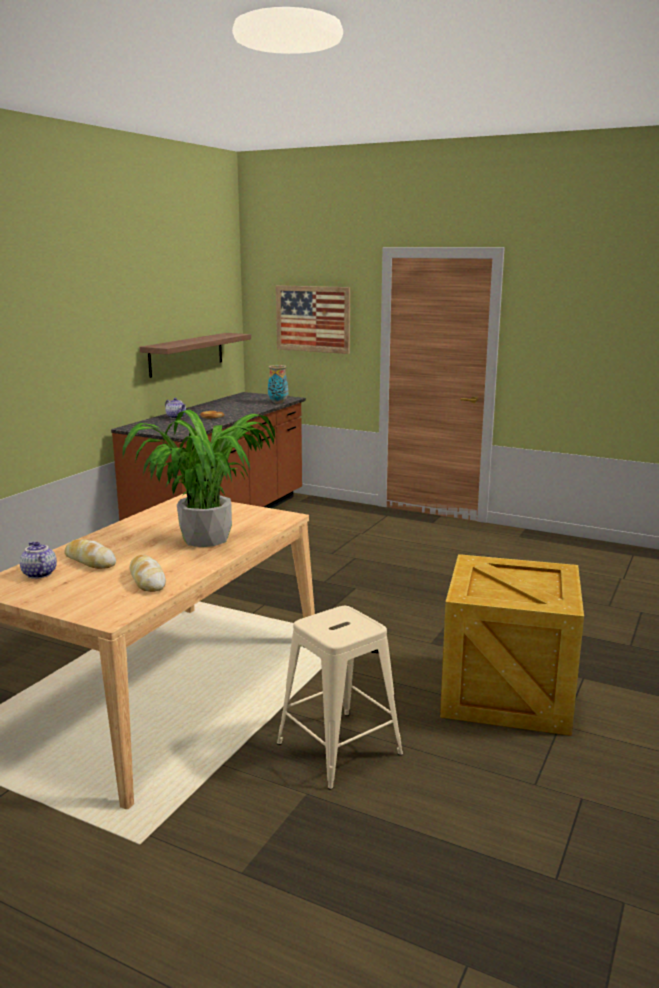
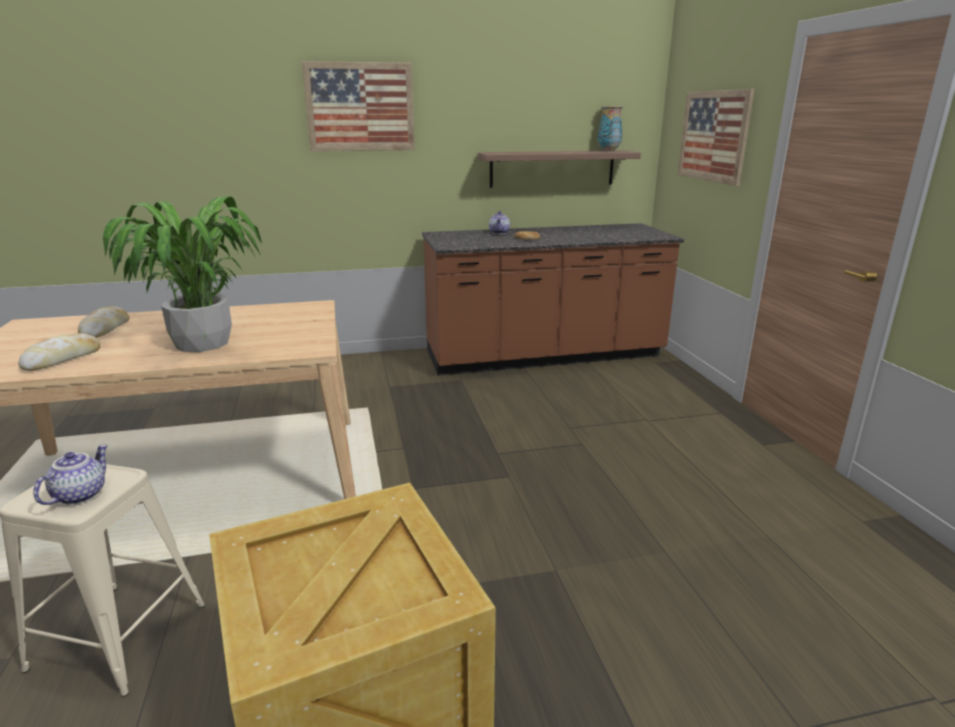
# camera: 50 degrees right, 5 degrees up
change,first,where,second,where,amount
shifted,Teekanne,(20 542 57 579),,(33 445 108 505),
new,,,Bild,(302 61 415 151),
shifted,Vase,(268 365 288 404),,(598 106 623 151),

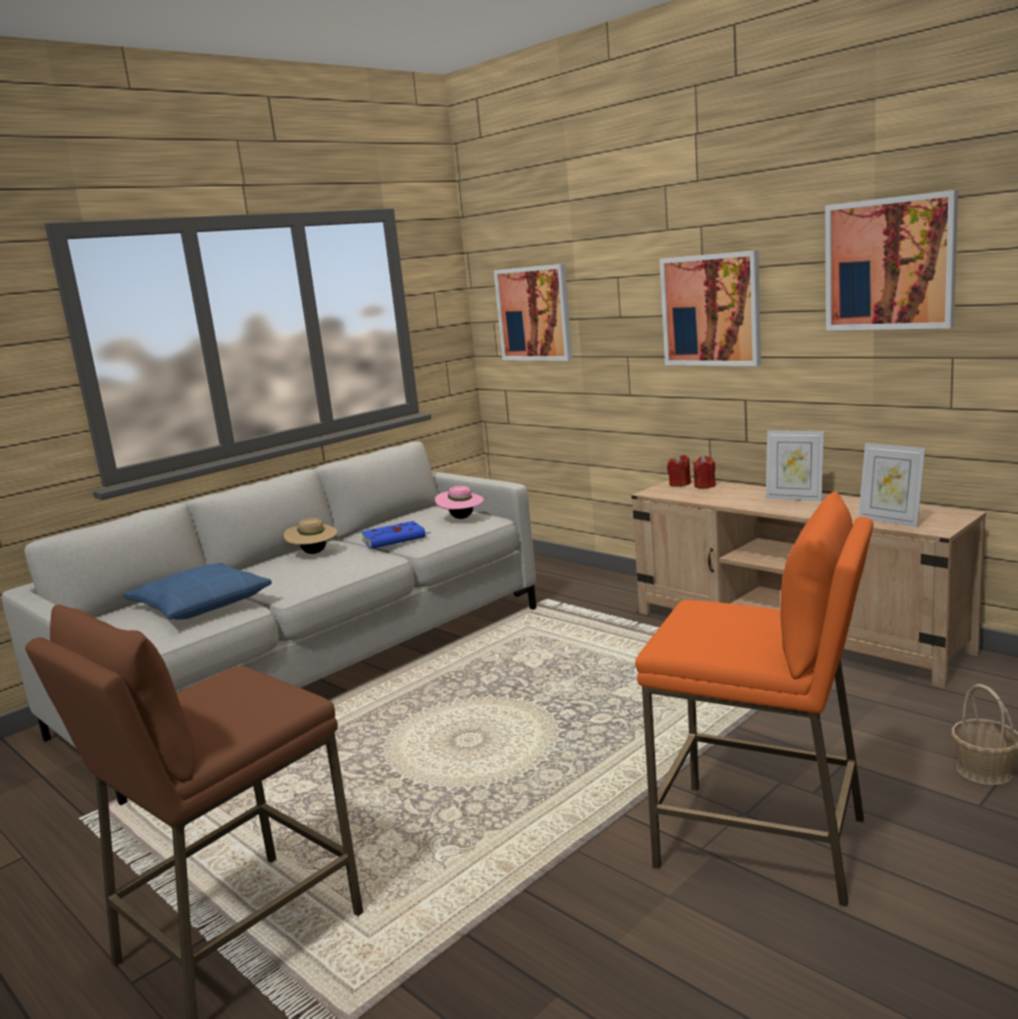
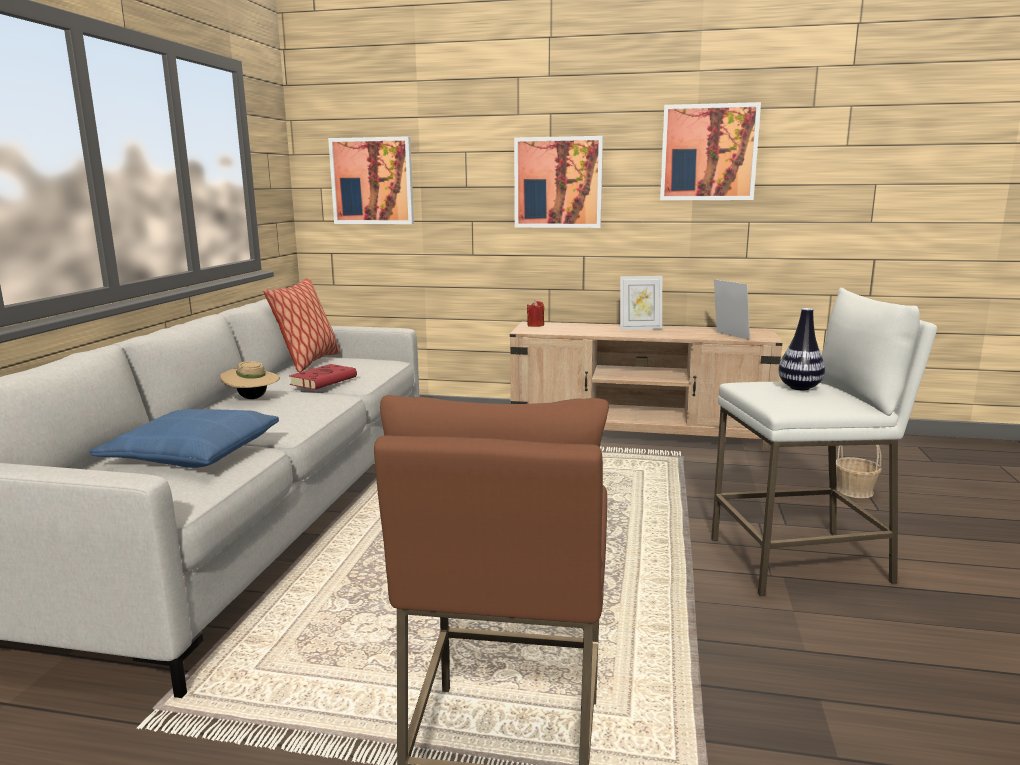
# camera: 35 degrees left, 0 degrees up
change,first,where,second,where,amount
new,,,Kissen,(263 278 340 372),
repainted,Buch [blau],(361 521 430 549),Buch [rot],(289 364 357 390),
repainted,Hocker [orange],(635 492 873 906),Hocker [weiß],(711 288 937 596),
rotated,Bilderrahmen,(858 443 925 527),,(714 279 750 340),135 degrees counterclockwise
new,,,Vase,(778 308 825 390),
gone,Hut [rosa],(435 486 484 519),,,
gone,Kerze [rot],(693 456 716 488),,,

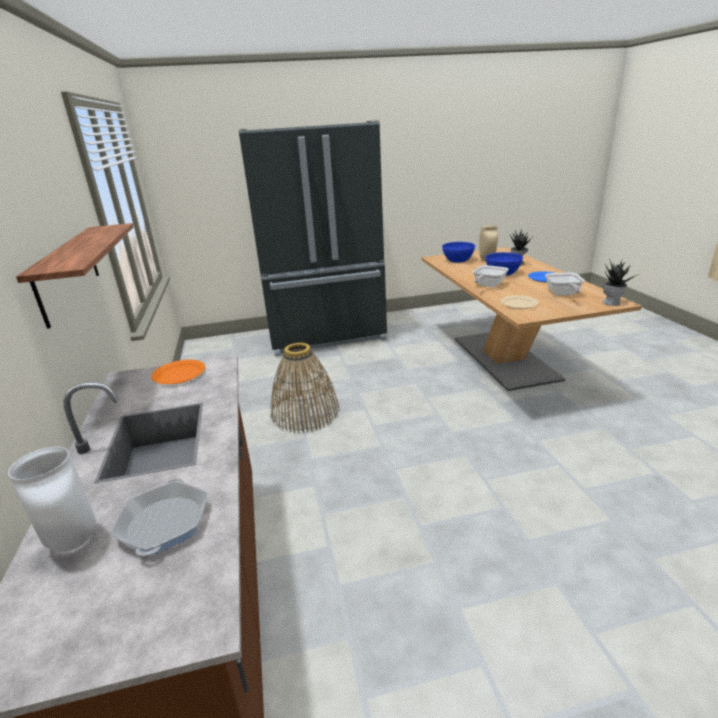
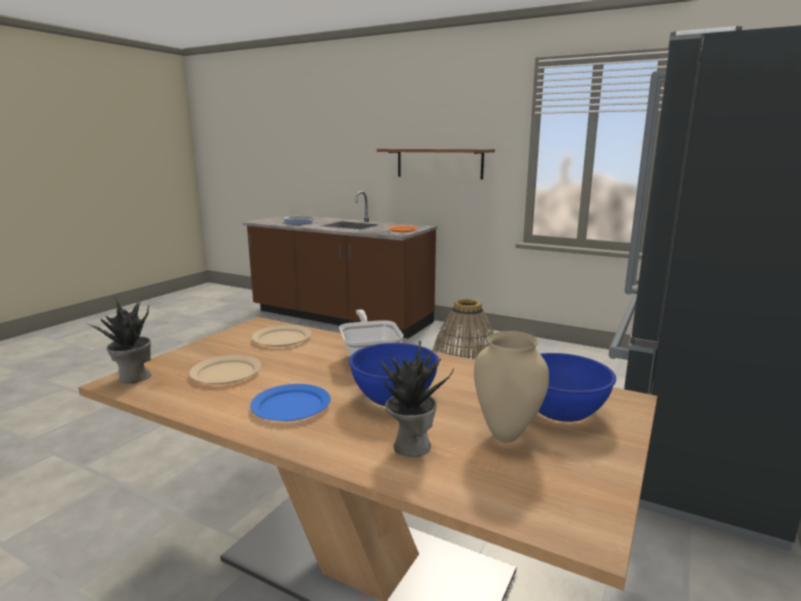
# camera: 130 degrees right, 10 degrees down
change,first,where,second,where,amount
swapped,Pfanne,(545 272 585 296),Teller [beige],(189 355 261 384),
gone,Vase [weiß],(8 447 96 552),,,

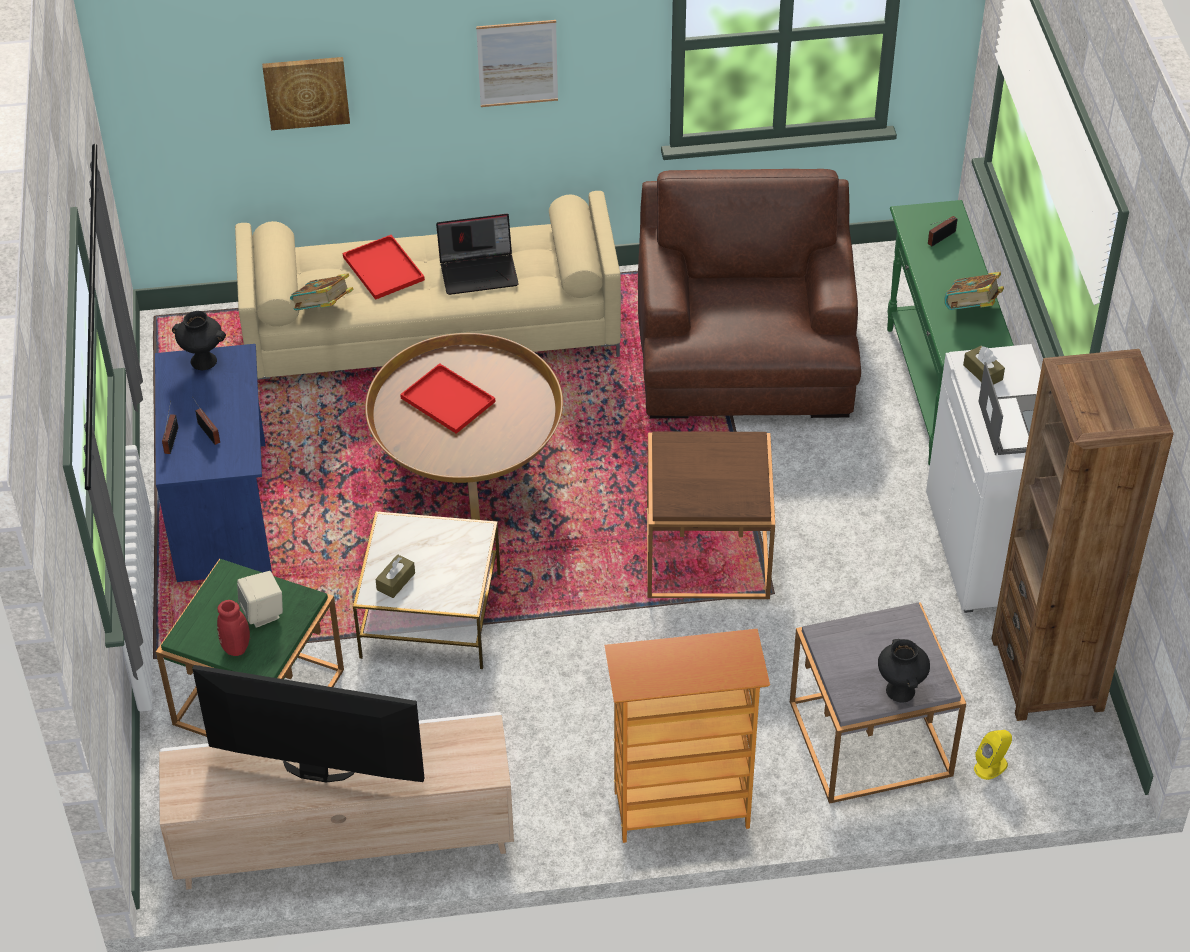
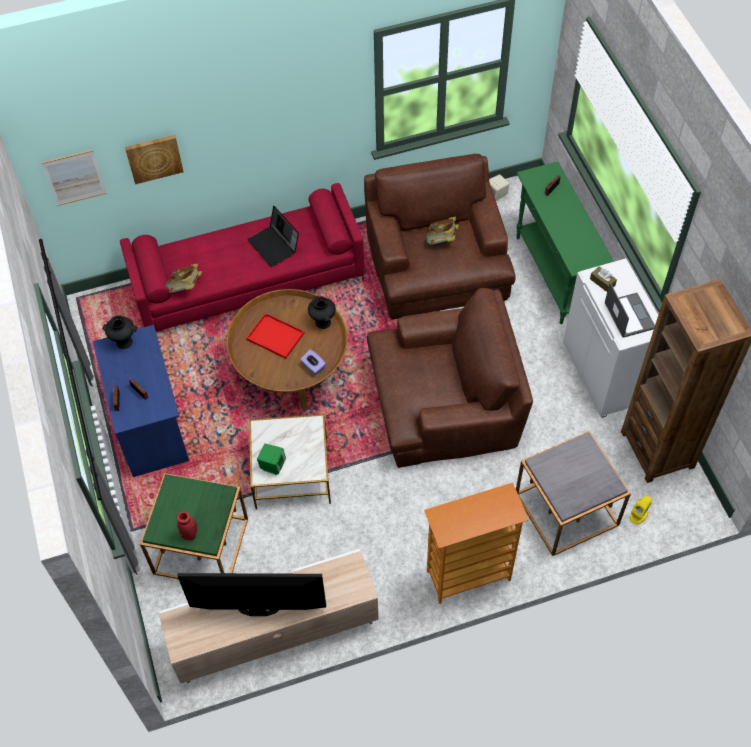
# camera: 10 degrees left, 10 degrees up
change,first,where,second,where,amount
shifted,Bild,(476 20 558 107),,(42 150 107 206),
repainted,Sofa [beige],(235 191 621 380),Sofa [rot],(120 183 365 332),
rotated,Laptop,(436 214 519 295),,(247 206 299 267),75 degrees clockwise
swapped,Taschentuchbox [braun],(375 554 415 598),Lautsprecher [grün],(257 444 286 475),
new,,,Taschentuchbox [lila],(300 349 326 375),
shifted,Vase [schwarz],(878 639 930 703),,(308 296 336 329),
swapped,Beistelltisch [braun],(647 431 775 599),Sessel [braun],(367 288 533 468),
shifted,Buch,(944 272 1004 310),,(426 216 459 245),
shifted,Lautsprecher [beige],(237 571 283 628),,(489 174 510 203),
gone,Tablett [rot],(343 235 425 300),,,

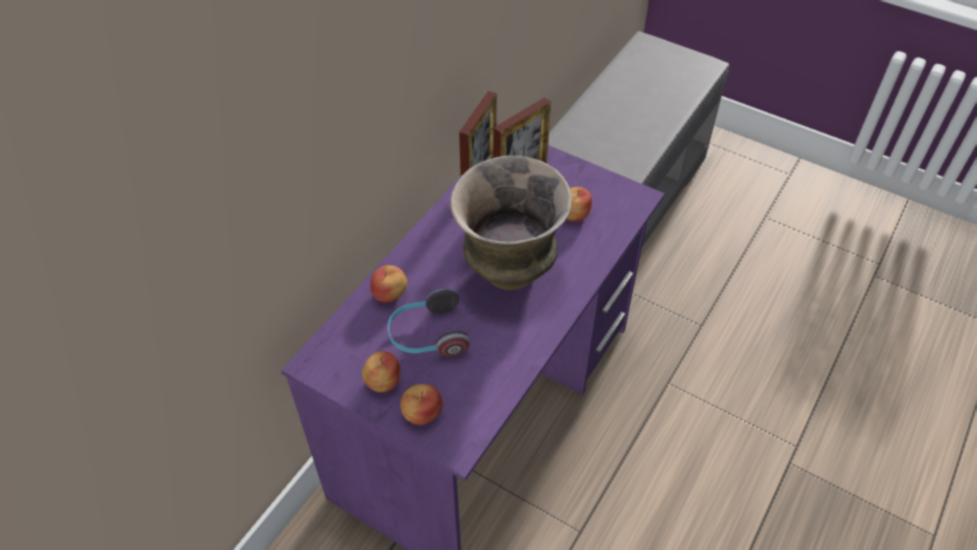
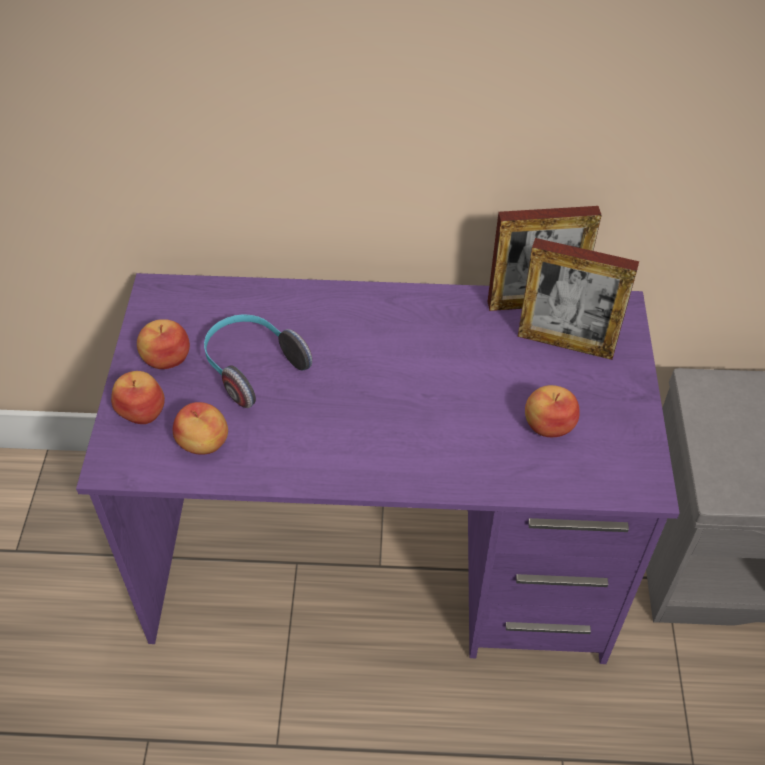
# camera: 60 degrees right, 0 degrees up
change,first,where,second,where,amount
shifted,Apfel,(370 265 407 303),,(173 402 228 455),
gone,Vase,(450 155 572 290),,,

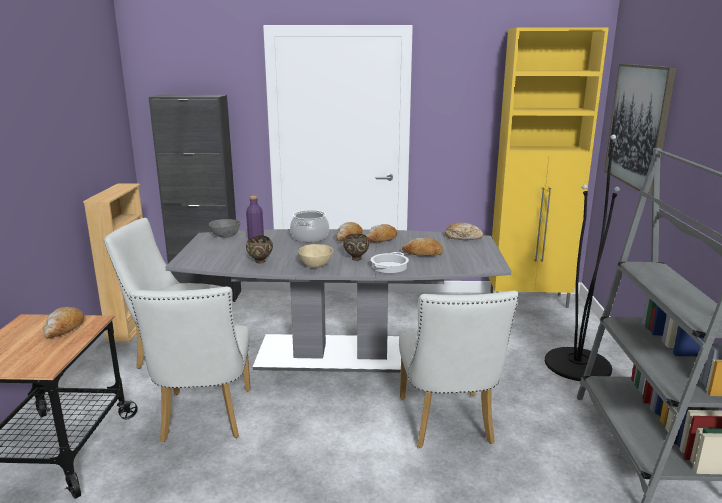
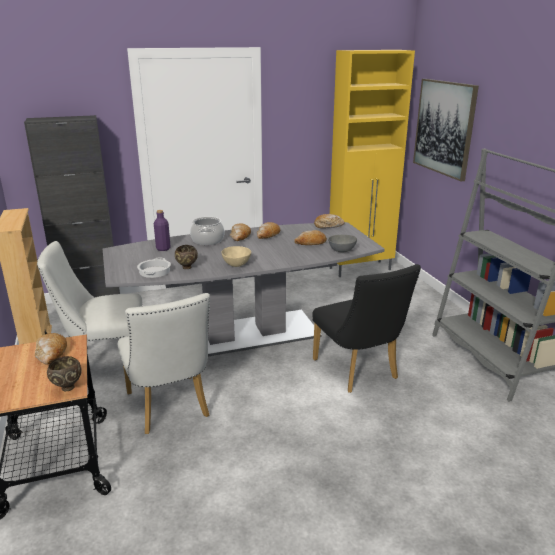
# camera: 20 degrees left, 5 degrees up
change,first,where,second,where,amount
shifted,Schüssel [braun],(343 234 369 261),,(47 356 82 392),
shifted,Kochtopf,(371 252 409 273),,(137 258 171 278),
repainted,Stuhl [weiß],(399 291 519 448),Stuhl [schwarz],(312 264 421 393),
shifted,Schüssel [grau],(209 219 241 238),,(328 235 357 252),
gone,Stehlampe [schwarz],(545 134 620 381),,,

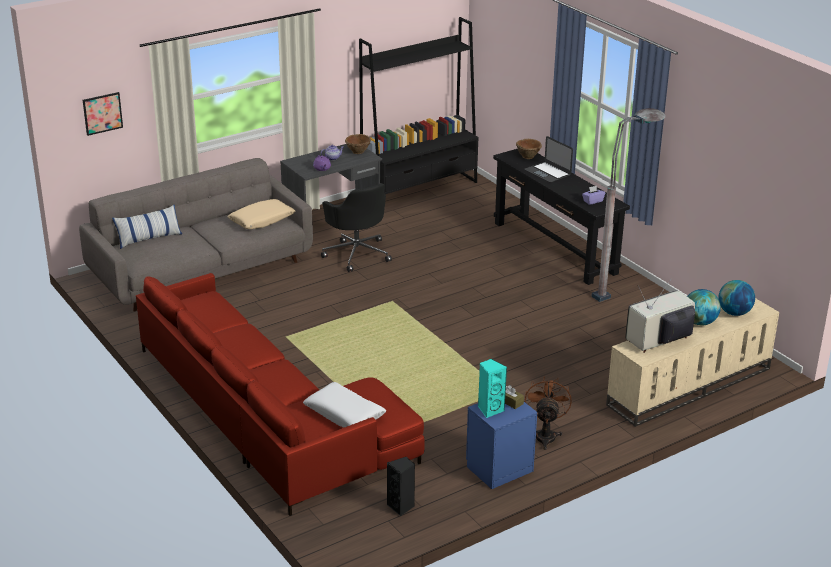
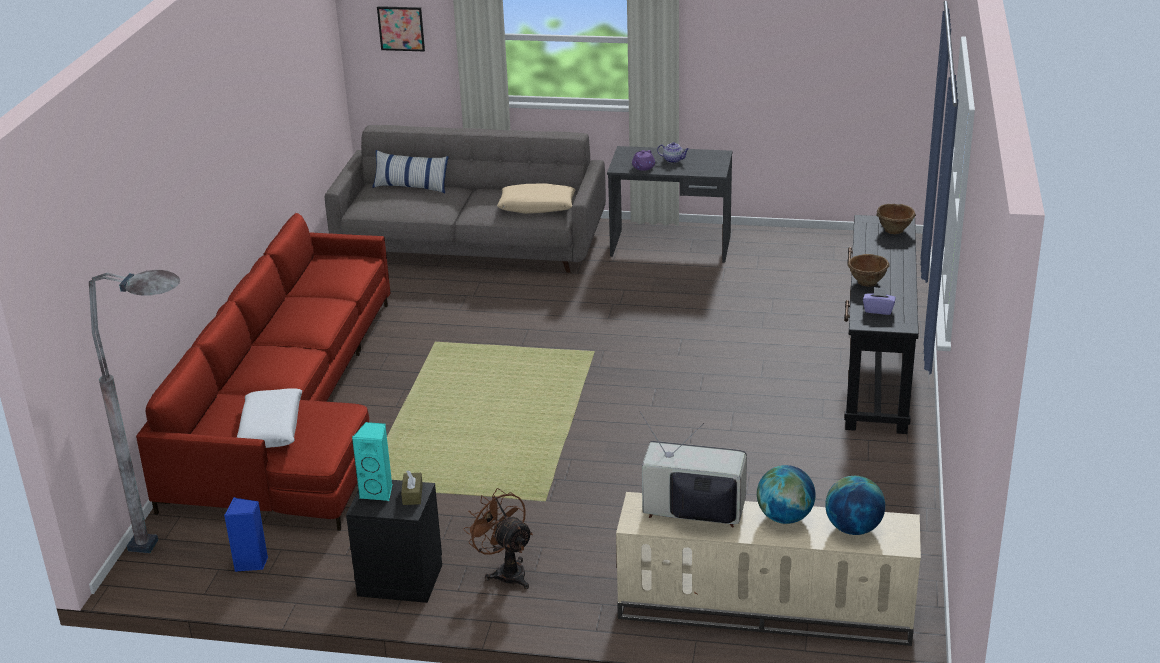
# camera: 45 degrees right, 0 degrees up
change,first,where,second,where,amount
shifted,Stehlampe [grau],(592 108 666 302),,(89 270 180 553),
repainted,Lautsprecher [schwarz],(387 457 415 516),Lautsprecher [blau],(224 497 268 572),
repainted,Nachttisch [blau],(466 402 537 489),Nachttisch [schwarz],(346 480 442 603),
rotated,Ventilator [braun],(525 376 572 450),,(463 488 533 589),90 degrees counterclockwise
shifted,Schüssel [braun],(345 134 371 154),,(848 254 889 287),
gone,Bürostuhl [schwarz],(321 183 392 272),,,
gone,Bücherregal [schwarz],(359 17 478 194),,,
gone,Laptop,(524 136 573 182),,,

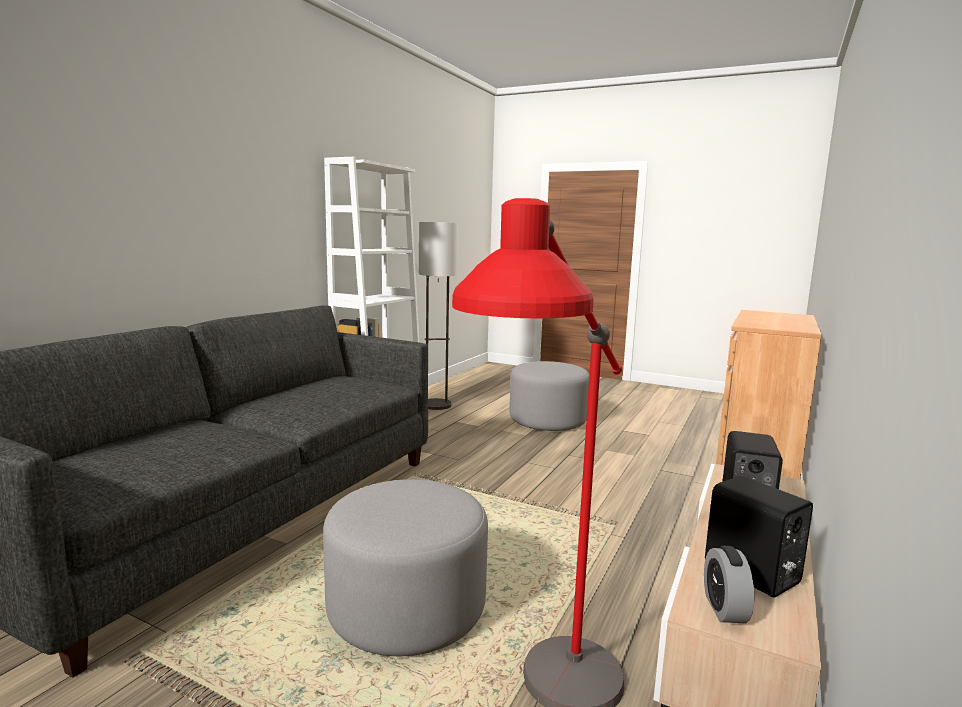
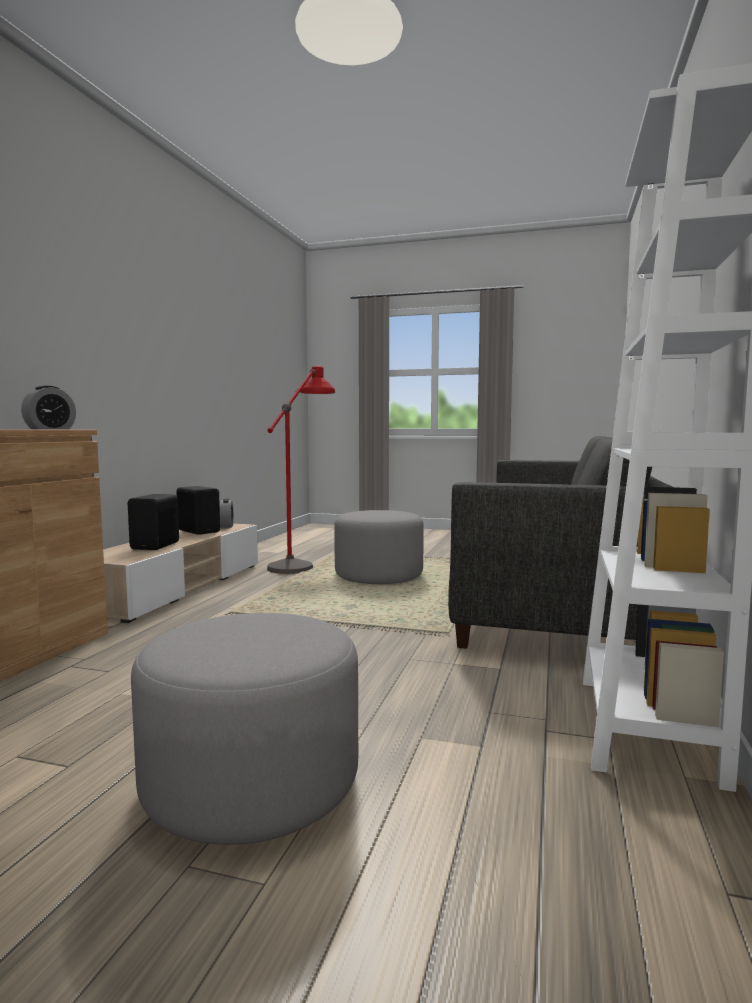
# camera: 170 degrees right, 5 degrees down
change,first,where,second,where,amount
new,,,Wecker,(21 385 76 429),
gone,Stehlampe,(419 222 458 410),,,

